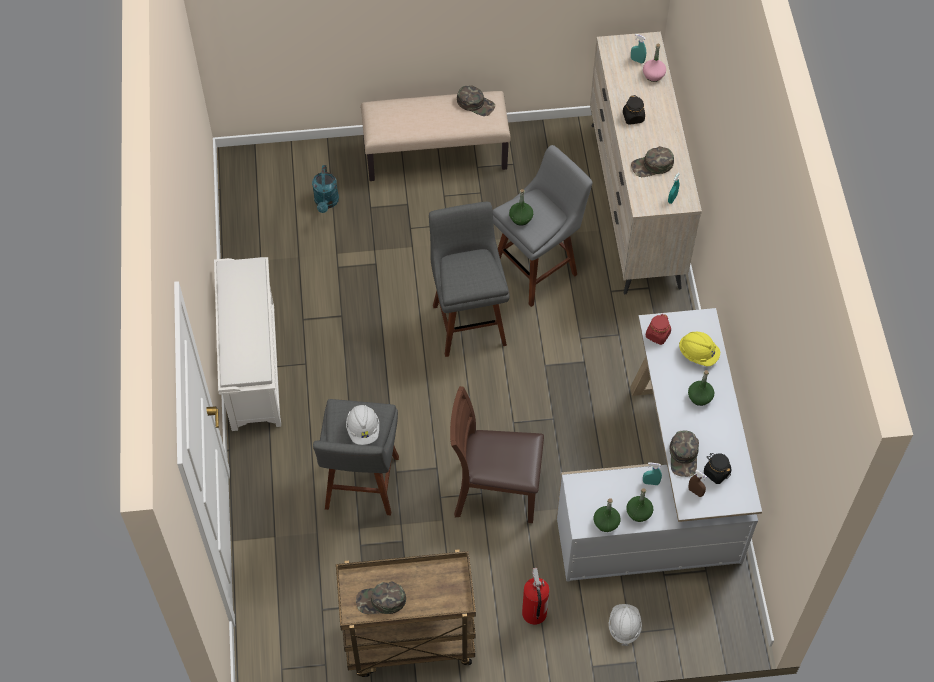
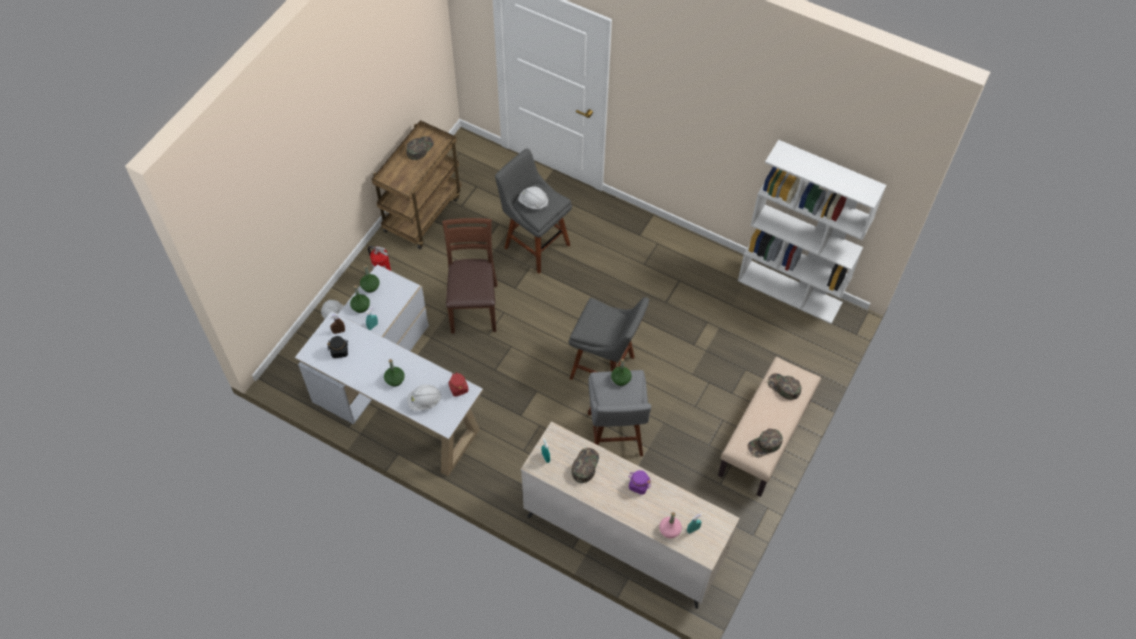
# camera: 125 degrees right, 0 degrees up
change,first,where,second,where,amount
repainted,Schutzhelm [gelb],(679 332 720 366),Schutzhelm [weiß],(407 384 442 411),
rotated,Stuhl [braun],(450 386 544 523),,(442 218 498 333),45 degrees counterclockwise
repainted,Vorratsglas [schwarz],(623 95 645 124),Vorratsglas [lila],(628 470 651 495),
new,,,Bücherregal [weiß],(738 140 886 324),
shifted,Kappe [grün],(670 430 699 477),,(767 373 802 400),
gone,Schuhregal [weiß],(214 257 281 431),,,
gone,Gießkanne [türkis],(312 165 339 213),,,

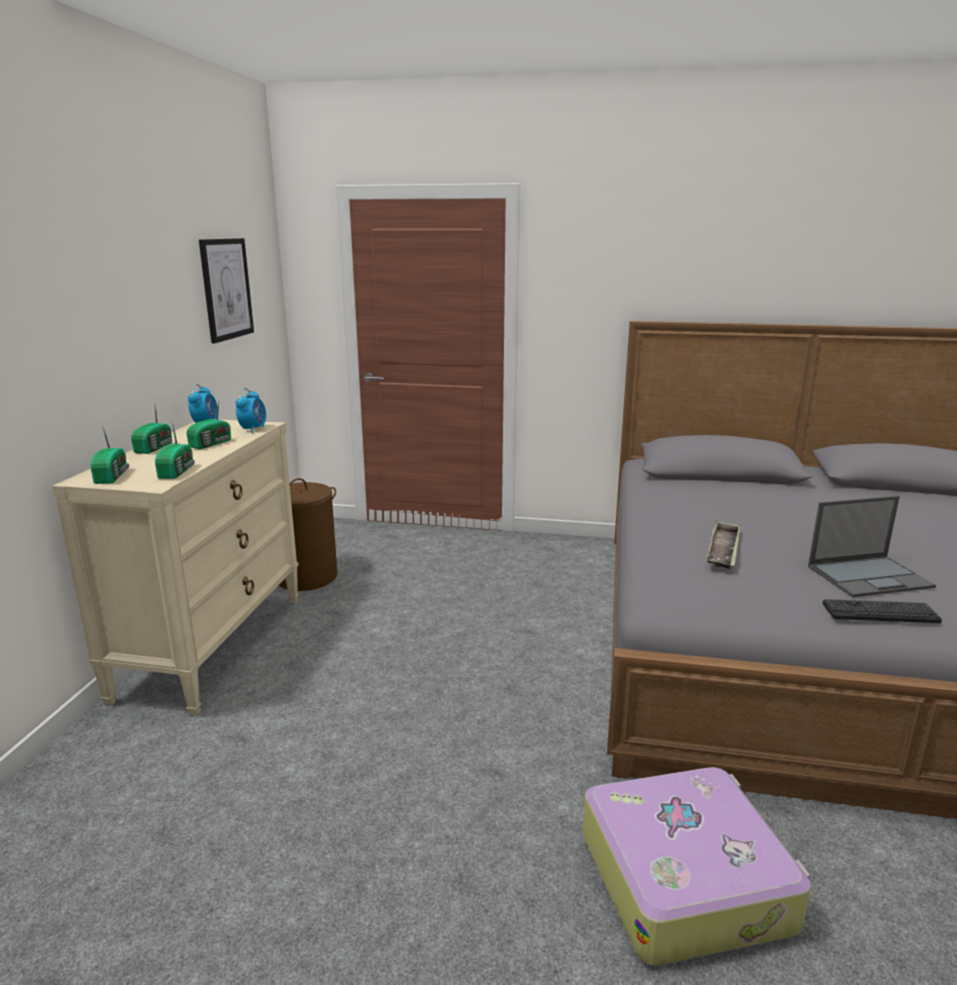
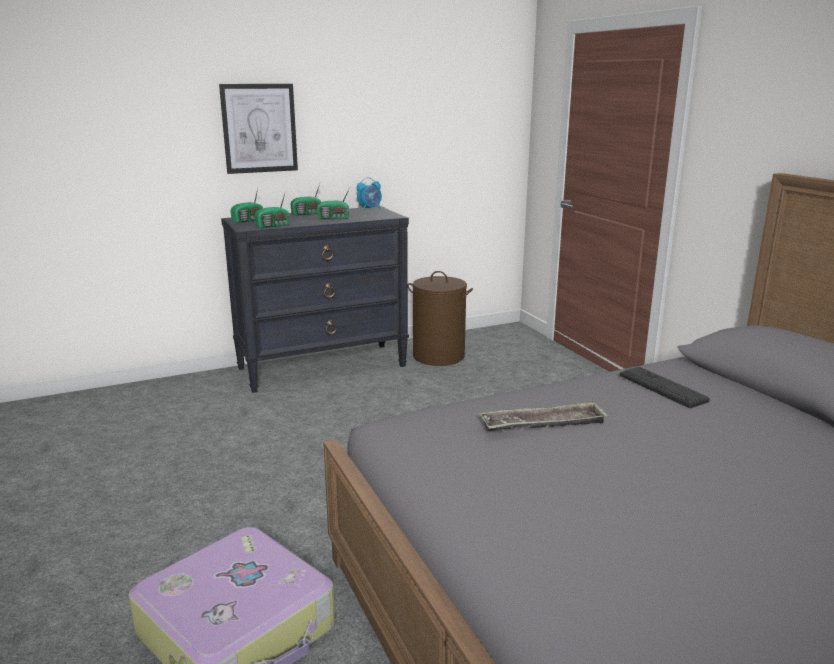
# camera: 55 degrees right, 0 degrees up
change,first,where,second,where,amount
shifted,Bild,(199 238 254 343),,(219 84 298 174),
repainted,Kommode [beige],(52 419 299 716),Kommode [schwarz],(221 206 409 393),
shifted,Tastatur,(823 599 942 623),,(620 367 710 408),
gone,Wecker,(235 388 266 433),,,
gone,Laptop,(808 496 936 597),,,

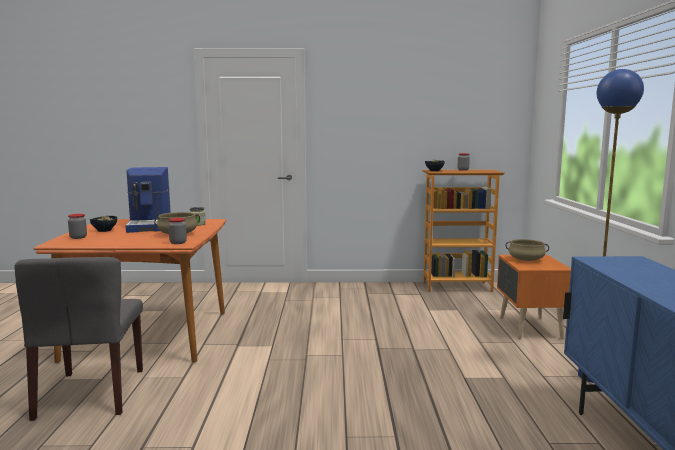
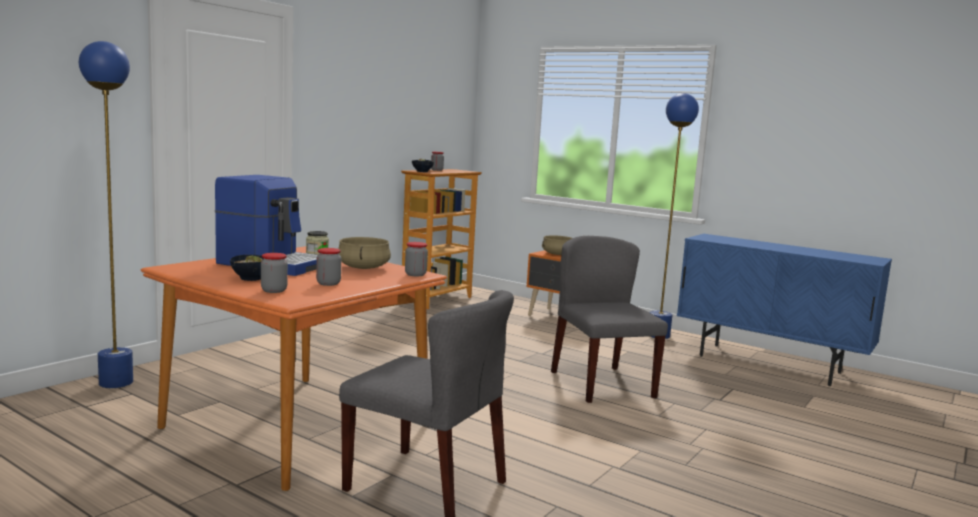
# camera: 55 degrees left, 0 degrees up
change,first,where,second,where,amount
new,,,Stehlampe [blau],(79 41 133 388),
new,,,Vorratsglas,(316 248 341 286),
new,,,Stuhl [grau],(551 236 668 403),

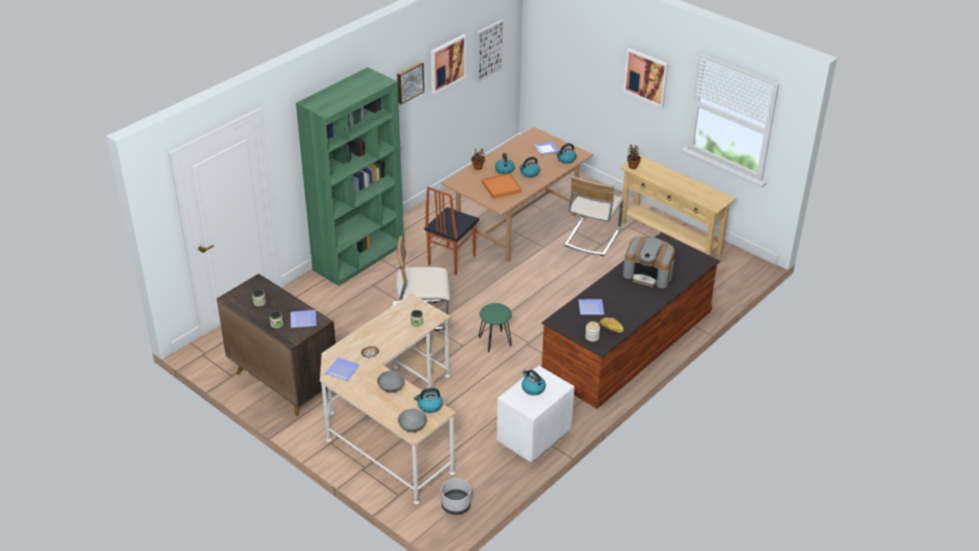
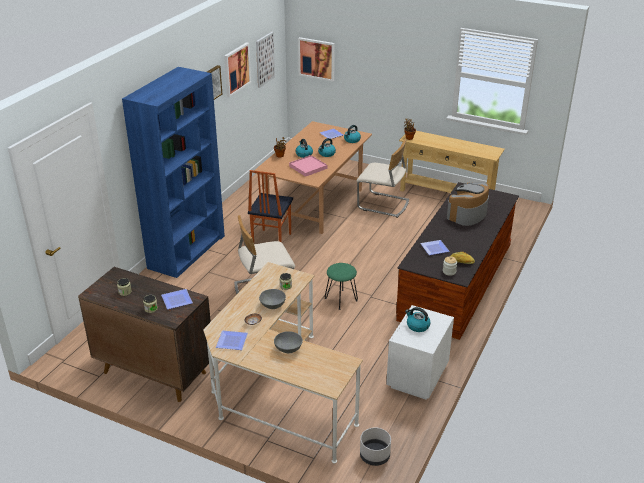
# camera: 15 degrees left, 5 degrees down
change,first,where,second,where,amount
repainted,Bücherregal [grün],(296 67 404 286),Bücherregal [blau],(122 67 225 278),
shifted,Schüssel [grau],(398 409 426 432),,(259 289 286 309),
repainted,Tablett [orange],(482 173 522 199),Tablett [rosa],(289 155 327 177),
shifted,Bild,(624 48 669 107),,(298 37 335 82),
rotated,Stuhl [beige],(565 176 624 256),,(357 139 409 218),75 degrees counterclockwise
rotated,Kaffeemaschine,(623 236 675 288),,(447 182 489 226),120 degrees clockwise
gone,Wasserkessel,(414 388 443 413),,,

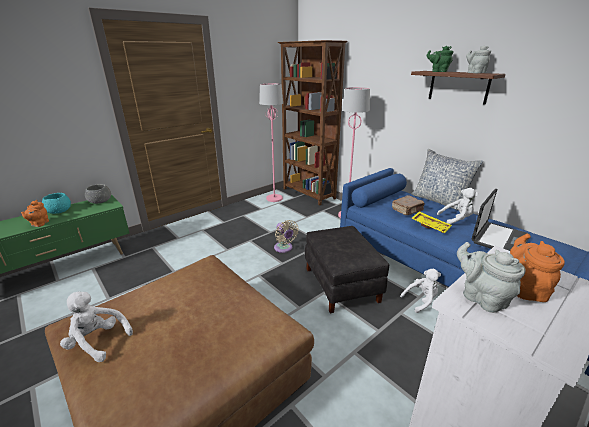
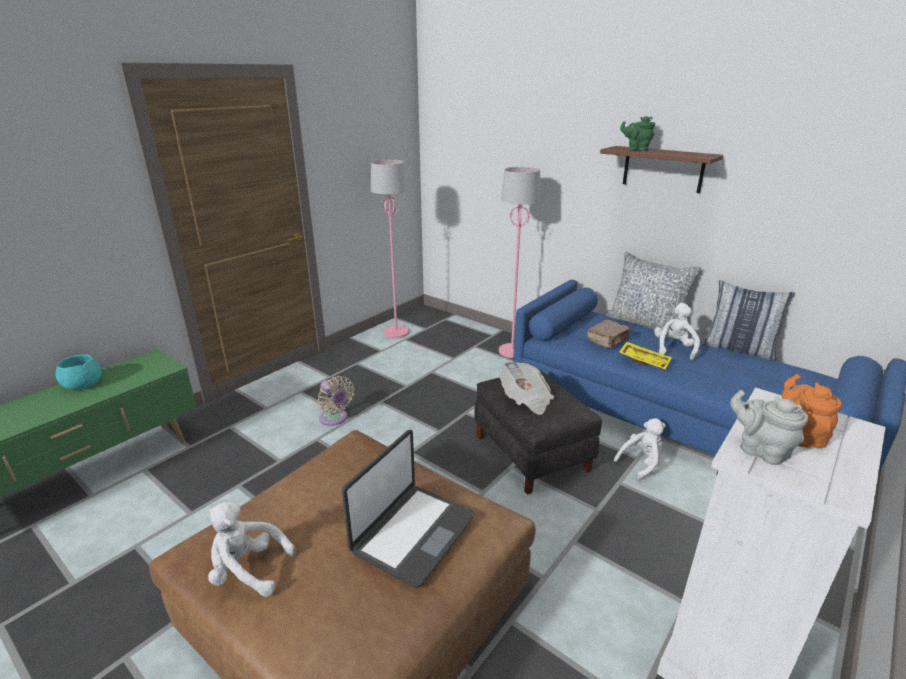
# camera: 10 degrees left, 0 degrees up
change,first,where,second,where,amount
shifted,Ventilator [beige],(274 220 299 253),,(318 376 354 426),
shifted,Laptop,(472 189 530 251),,(342 430 475 588),
new,,,Zeitung,(499 360 554 415),
rotated,Plüschtier [weiß],(437 188 478 224),,(654 303 700 360),60 degrees counterclockwise
new,,,Kissen,(703 280 795 361),
gone,Teekanne [orange],(21 200 49 227),,,
gone,Schüssel [grau],(85 184 111 204),,,
gone,Bücherregal [braun],(278 40 347 206),,,
gone,Teekanne [grau],(466 45 491 73),,,

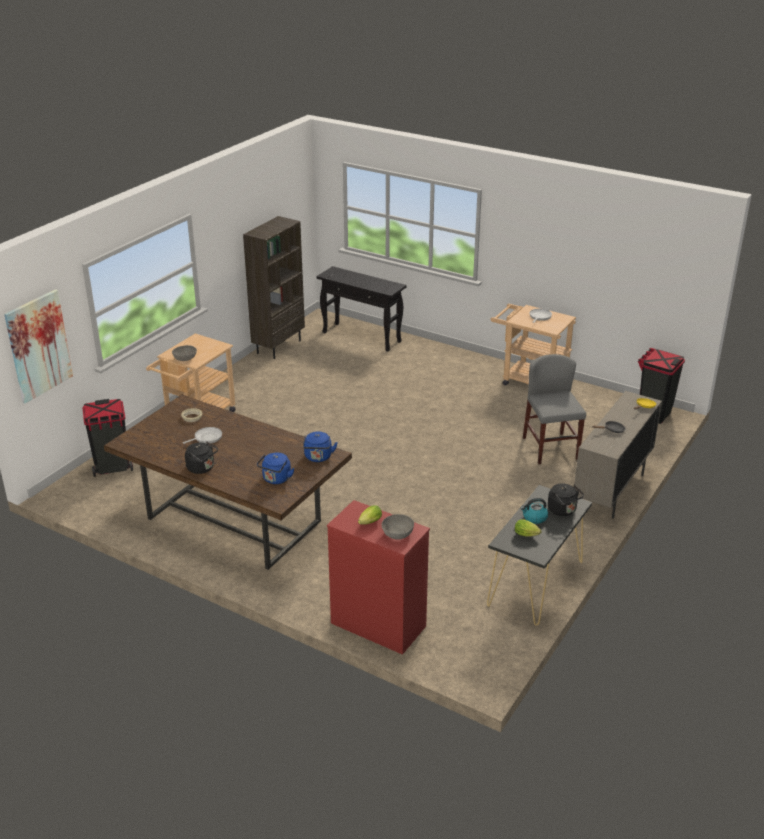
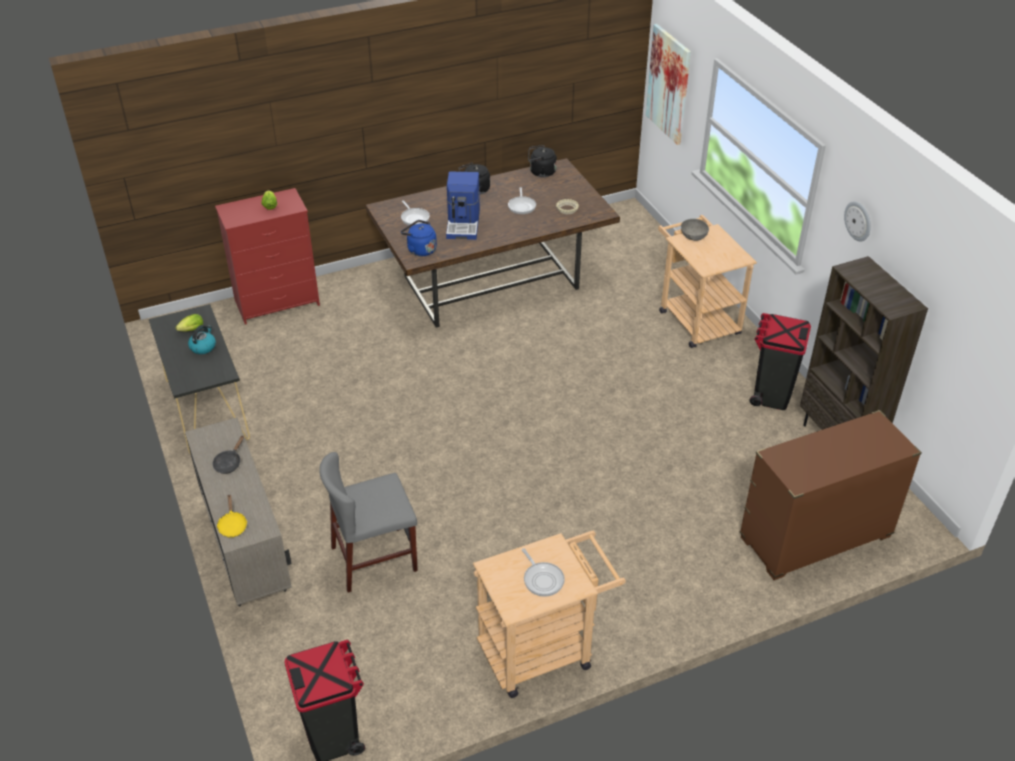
# camera: 125 degrees right, 10 degrees up
change,first,where,second,where,amount
rotated,Stuhl [grau],(523 354 586 464),,(319 452 418 593),135 degrees clockwise
swapped,Wasserkessel [blau],(257 452 294 484),Pfanne,(401 201 430 225),
new,,,Kaffeemaschine,(446 171 480 240),
shifted,Wasserkessel [schwarz],(548 484 584 516),,(528 145 557 177),
swapped,Konsolentisch [schwarz],(316 266 407 352),Kommode [braun],(740 410 922 580),
shifted,Mülleimer [schwarz],(82 399 133 477),,(750 313 811 410),
new,,,Wanduhr,(844 201 871 241),
gone,Schüssel [grau],(382 514 414 540),,,

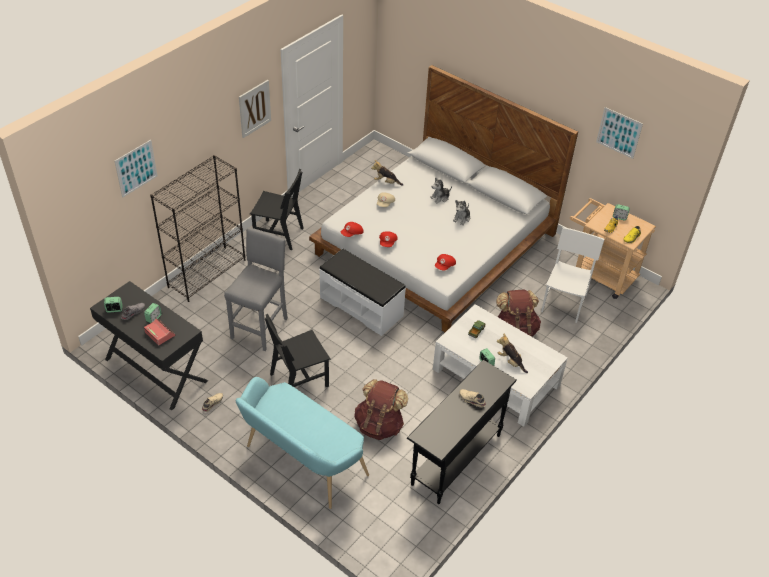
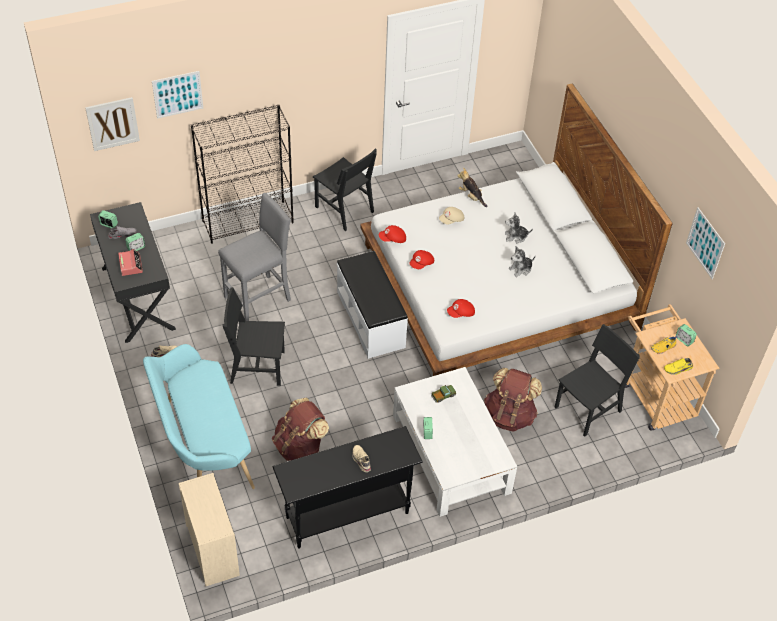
# camera: 30 degrees right, 5 degrees up
change,first,where,second,where,amount
shifted,Bild,(239 80 271 138),,(85 97 140 151),
new,,,Kommode [beige],(179 473 240 586),
repainted,Stuhl [weiß],(541 227 604 323),Stuhl [schwarz],(554 324 640 437),
gone,Plüschtier,(497 333 528 373),,,

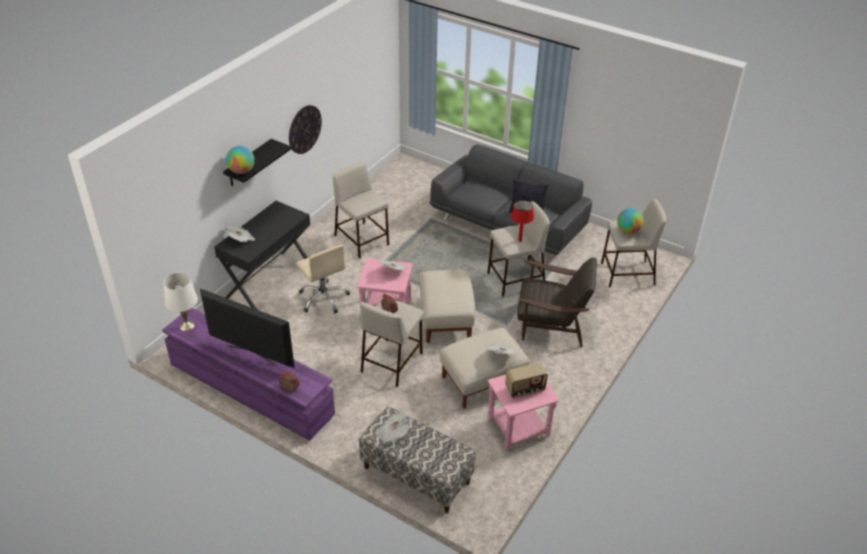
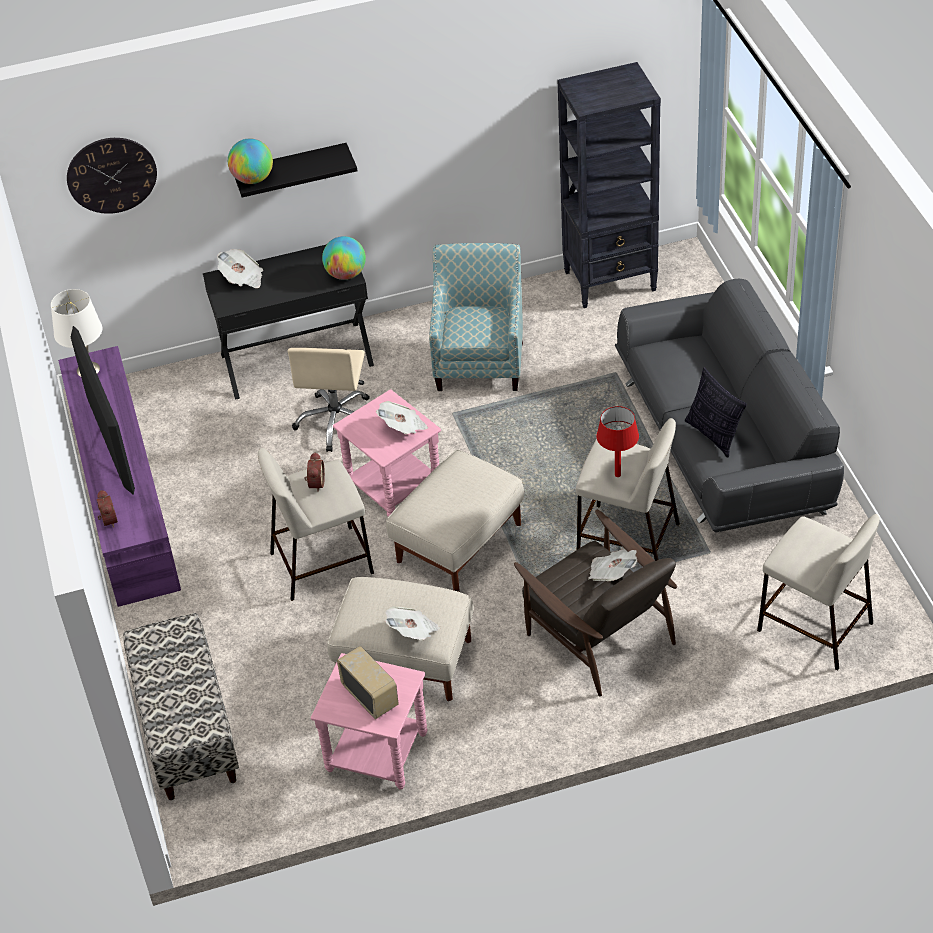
# camera: 45 degrees right, 5 degrees up
change,first,where,second,where,amount
shifted,Wanduhr,(289 105 322 154),,(67 138 157 214),
shifted,Globus,(617 208 644 234),,(322 236 366 280),
rotated,Radio,(505 363 548 398),,(337 646 399 719),150 degrees counterclockwise
swapped,Hocker [beige],(333 163 389 259),Sessel,(429 243 523 391),
new,,,Bücherregal [schwarz],(557 62 661 308),
shifted,Zeitung,(376 412 411 444),,(588 549 637 581),

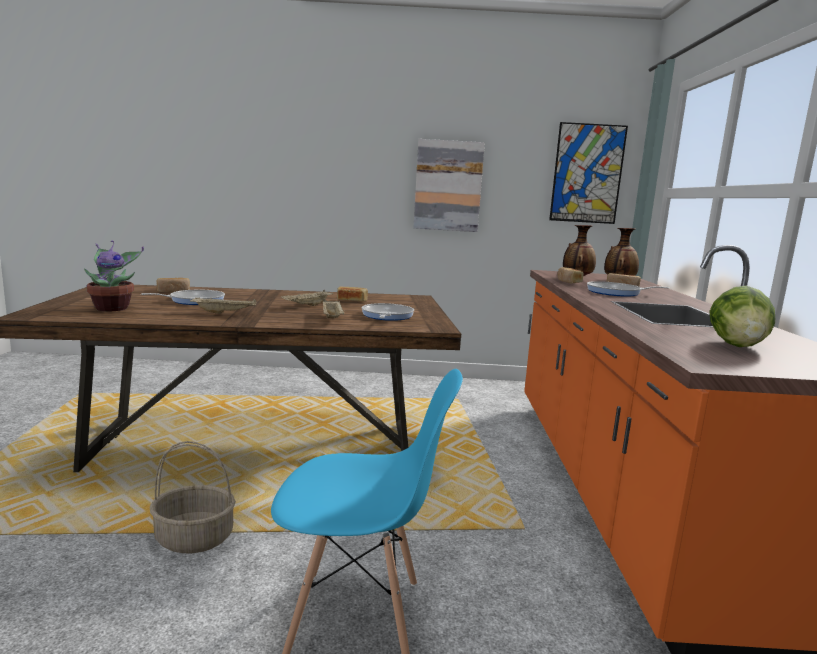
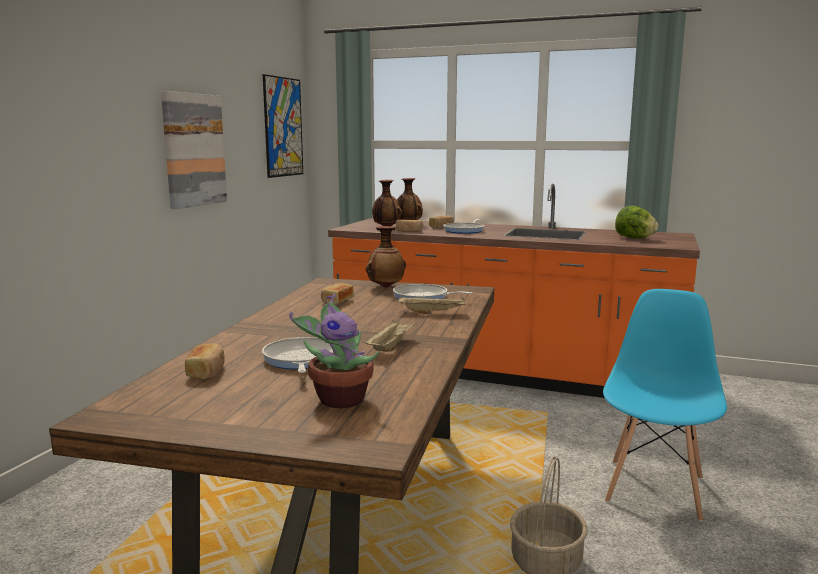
# camera: 70 degrees left, 0 degrees up
change,first,where,second,where,amount
new,,,Vase,(366 226 406 288),
gone,Tablett [beige],(281 290 333 306),,,

